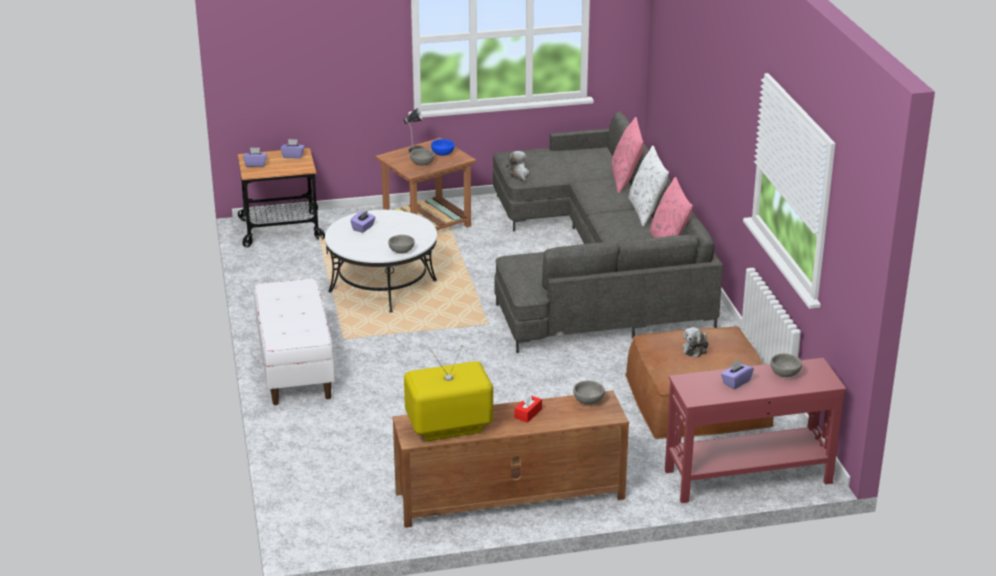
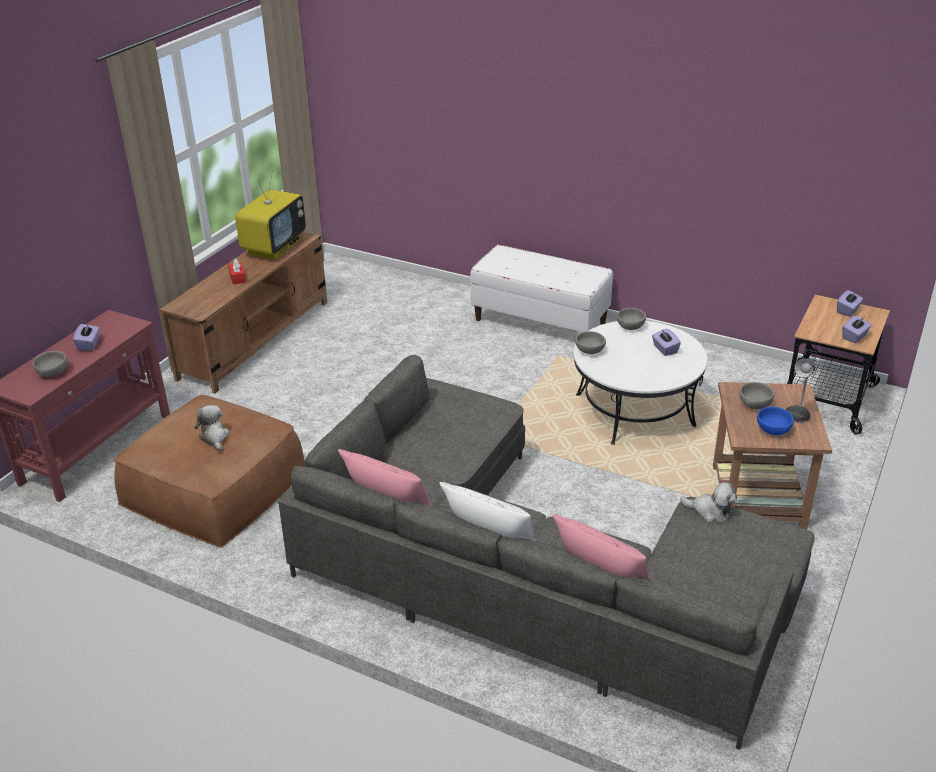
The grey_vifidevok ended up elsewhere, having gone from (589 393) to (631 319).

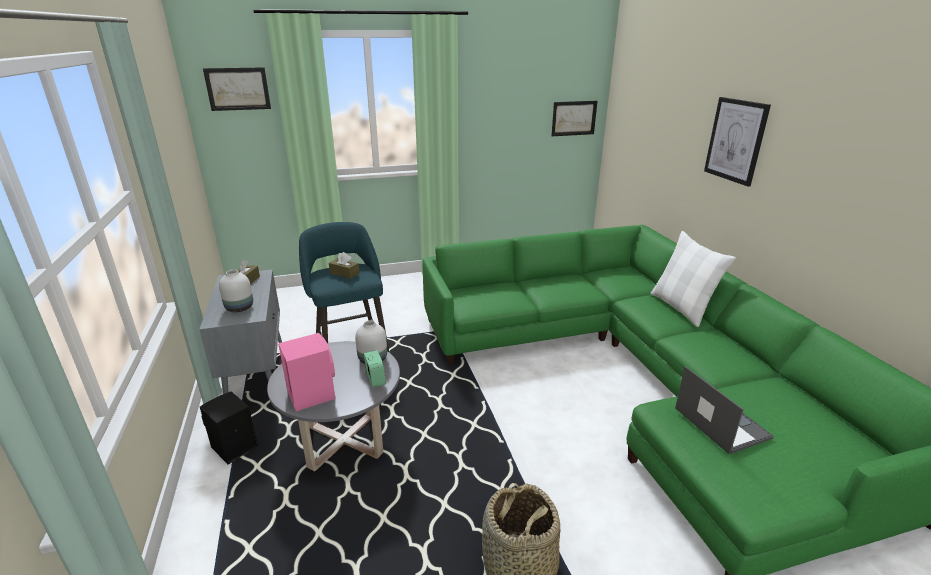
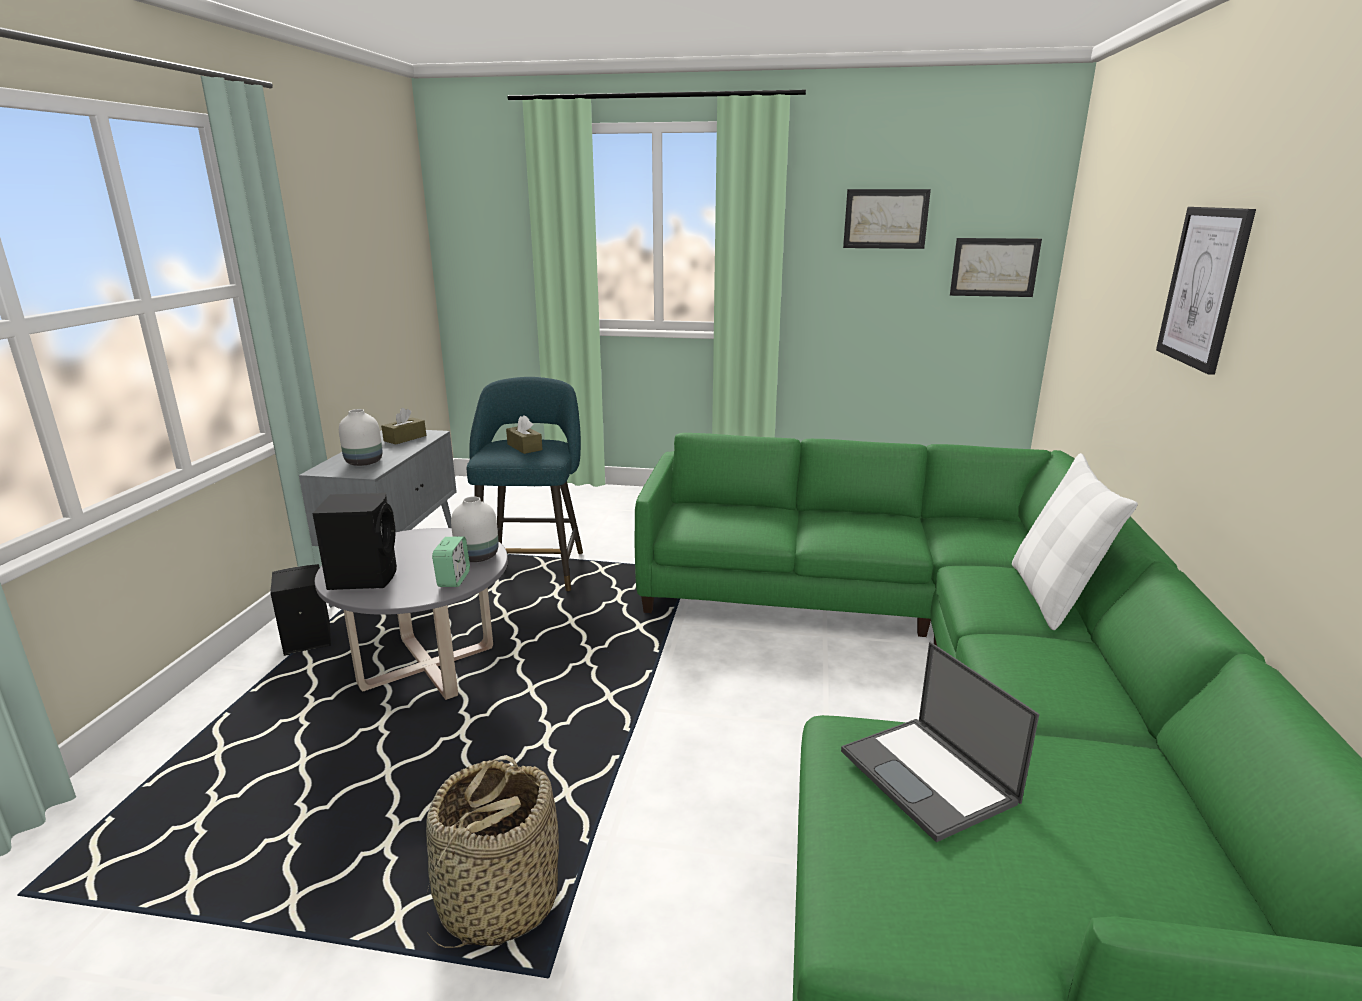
The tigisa ended up elsewhere, having gone from (237 89) to (887 219).
What was the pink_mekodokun at (306 372) turned into the black_mekodokun at (354 541).
The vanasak at (724 410) ended up facing another way, 150 degrees clockwise from before.

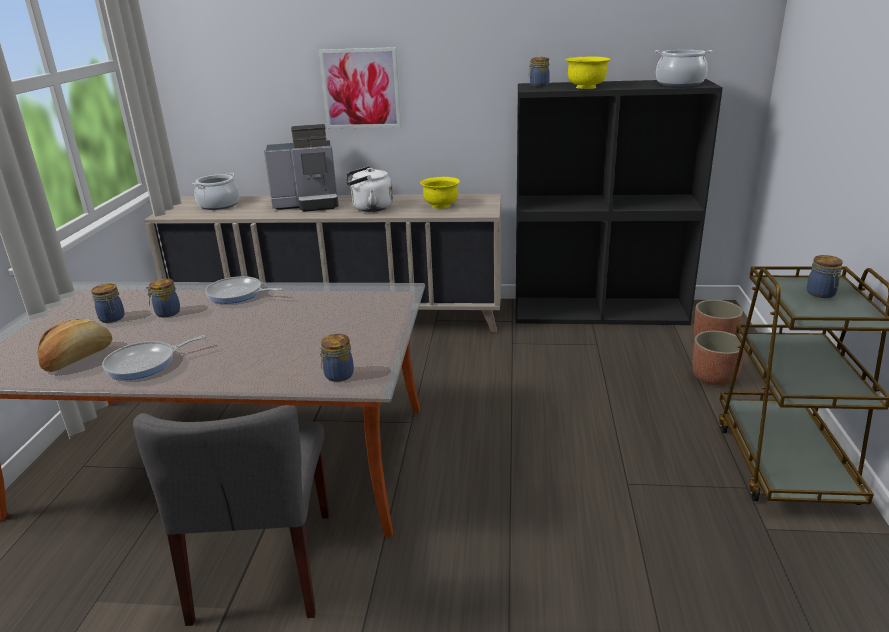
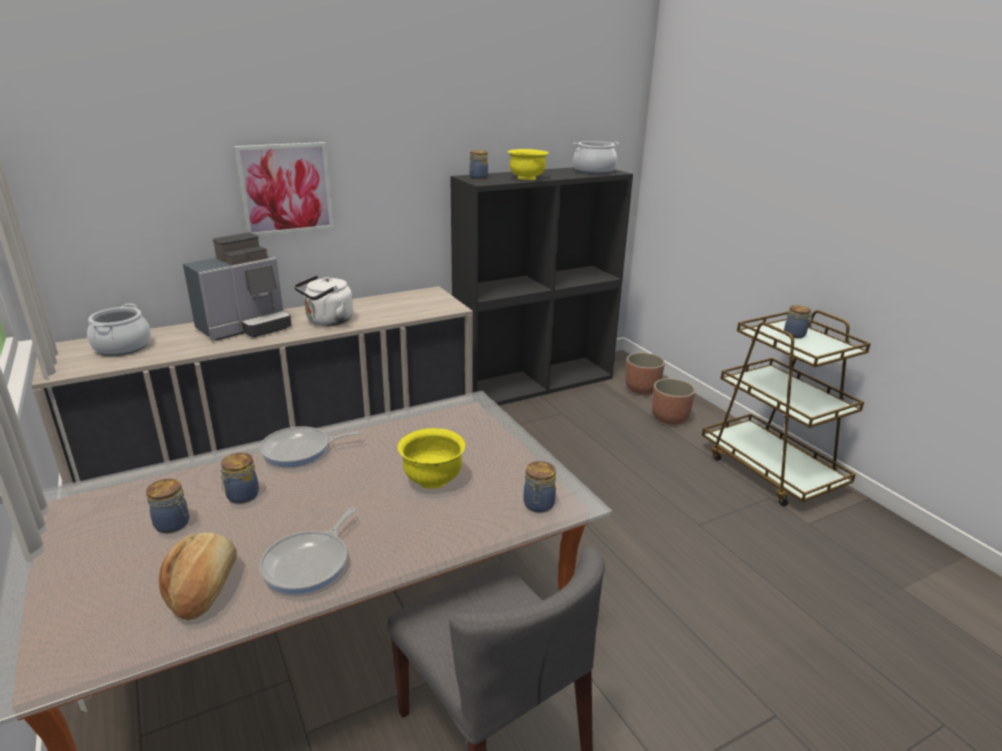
The yellow_vifidevok ended up elsewhere, having gone from (440 193) to (431 458).

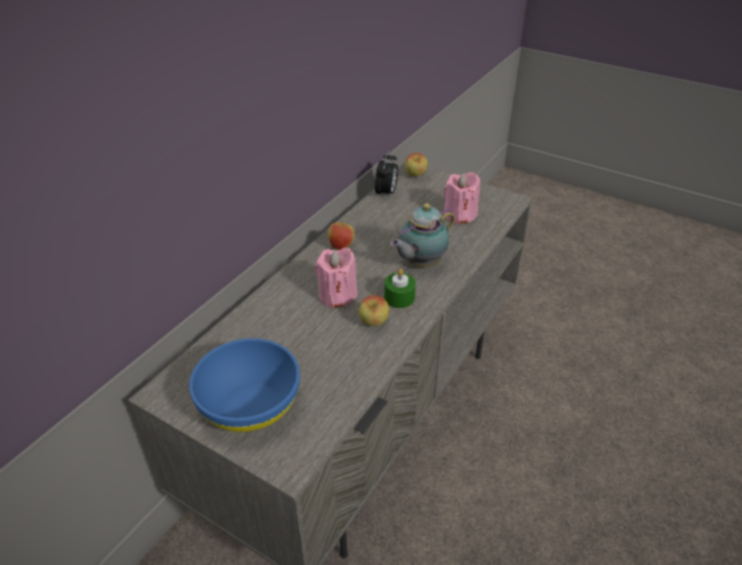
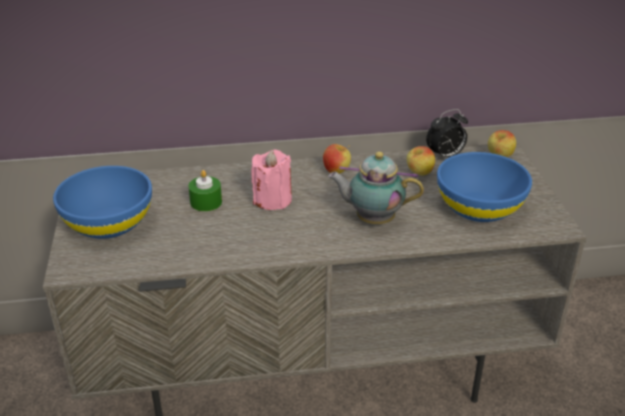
The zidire ended up elsewhere, having gone from (374 310) to (421 161).
The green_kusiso ended up elsewhere, having gone from (400 288) to (205 190).
Where the pink_kusiso stood at (461 198), the blue_vifidevok came to stand at (484 187).

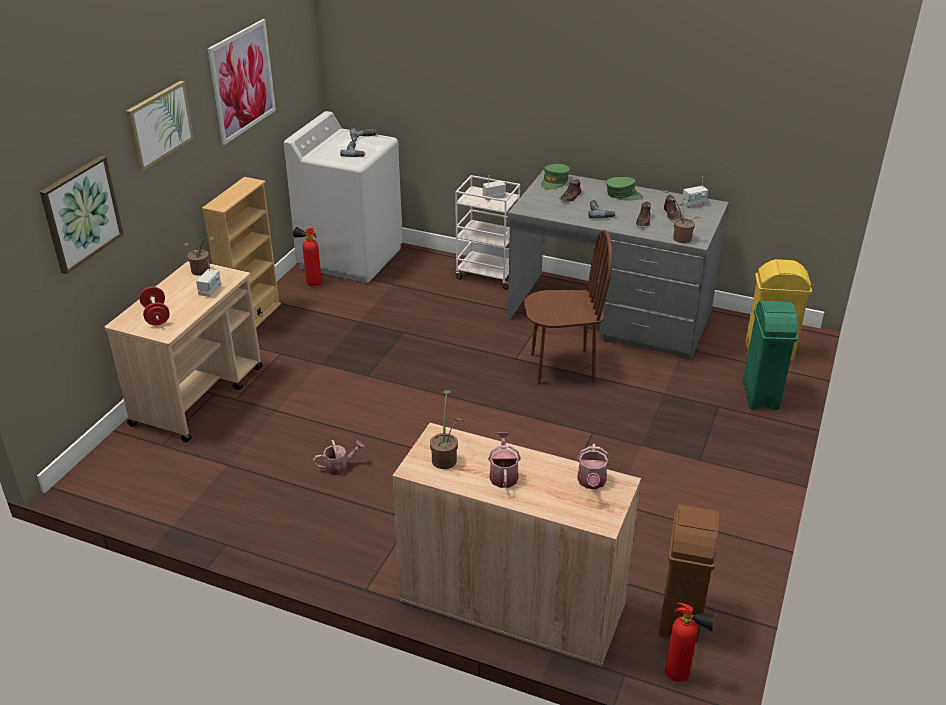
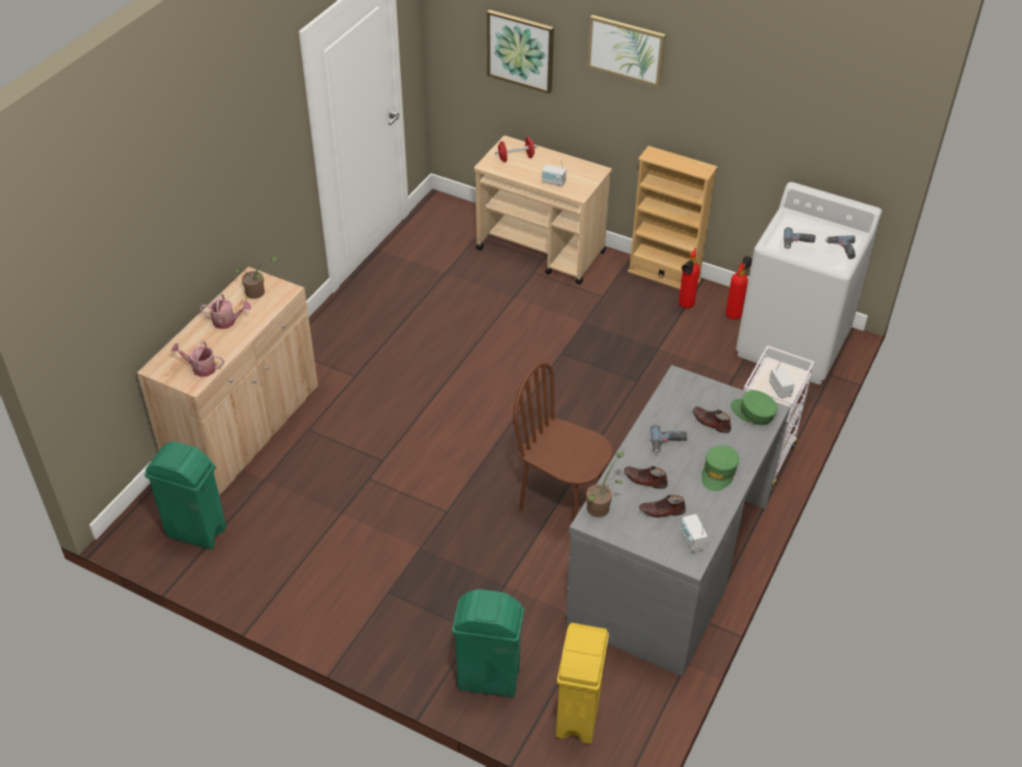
The second view lost the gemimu at (199 256).
The second view lost the tigisa at (242 82).
The second view lost the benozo at (339 457).
The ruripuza ended up elsewhere, having gone from (690 642) to (689 277).
What was the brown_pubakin at (689 574) turned into the green_pubakin at (185 496).
The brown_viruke at (568 307) ended up facing another way, 120 degrees clockwise from before.

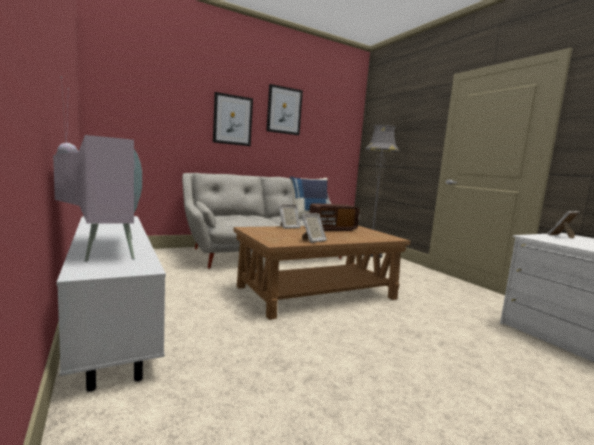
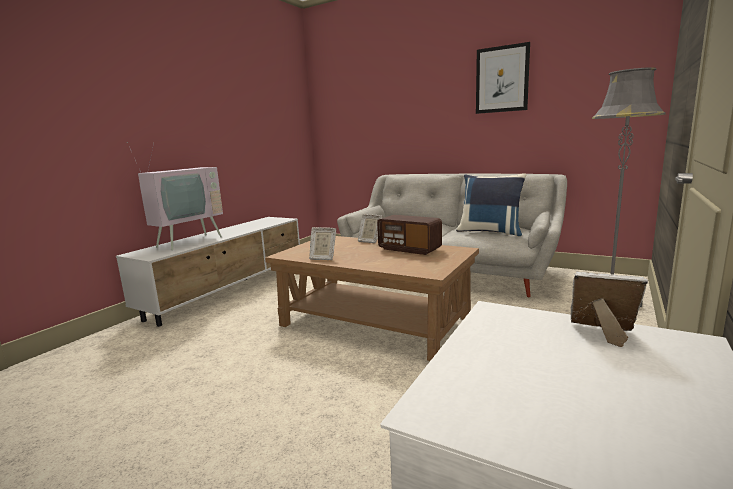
The second view lost the tigisa at (233 119).

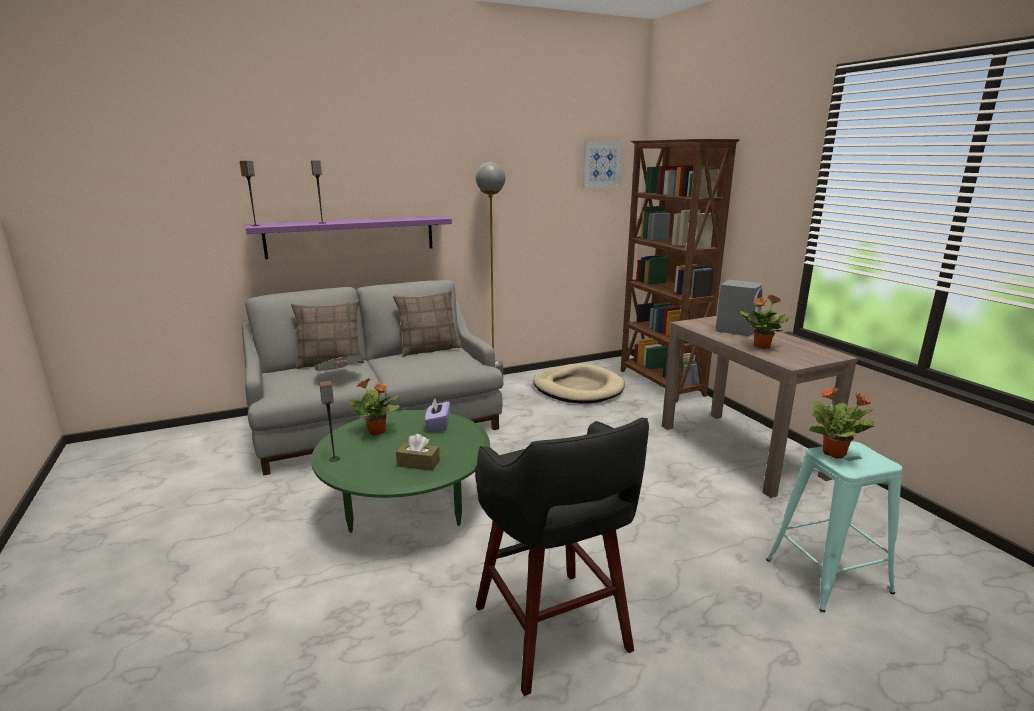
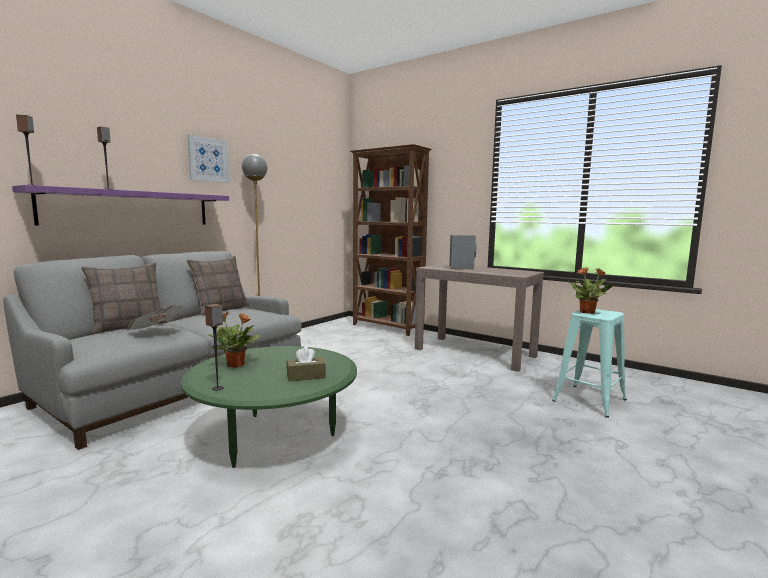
The second view lost the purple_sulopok at (437 415).
The second view lost the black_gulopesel at (562 557).
The second view lost the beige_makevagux at (579 383).
The second view lost the gemimu at (766 322).
The tigisa ended up elsewhere, having gone from (603 165) to (208 158).

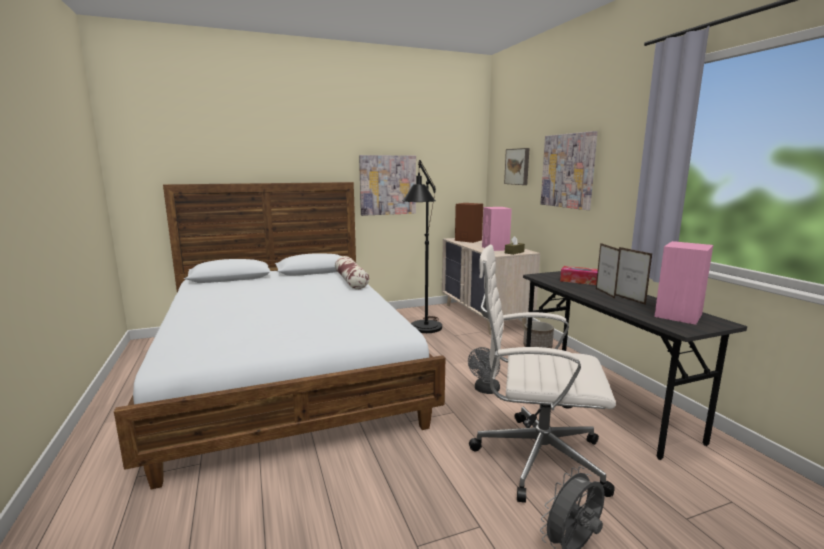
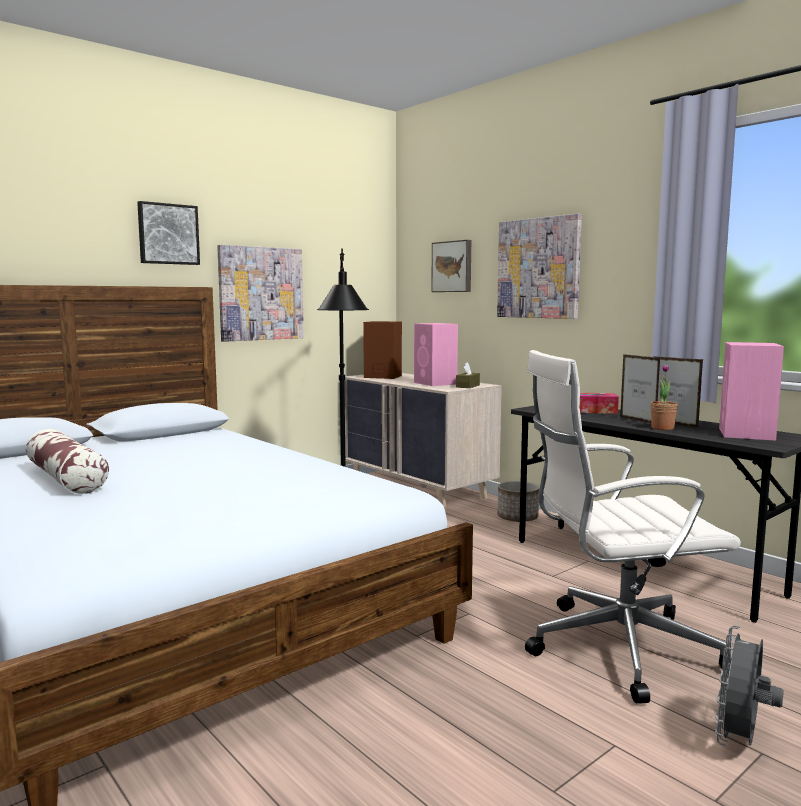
The second view lost the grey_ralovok at (484 370).
The second view gained the tigisa at (168 233).
The second view gained the gemimu at (664 397).
The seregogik ended up elsewhere, having gone from (352 273) to (67 461).

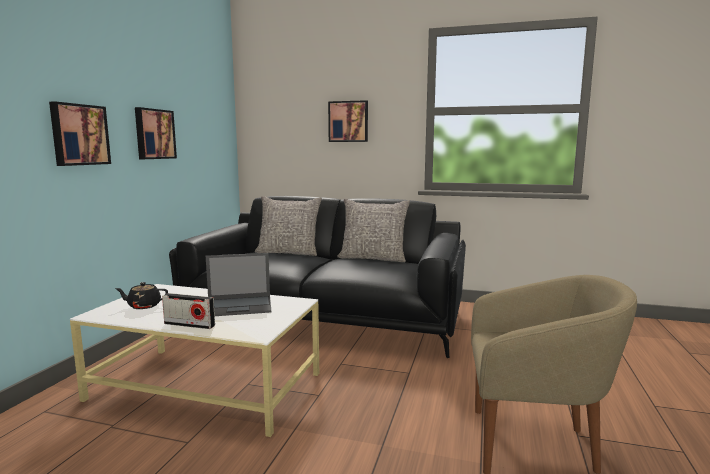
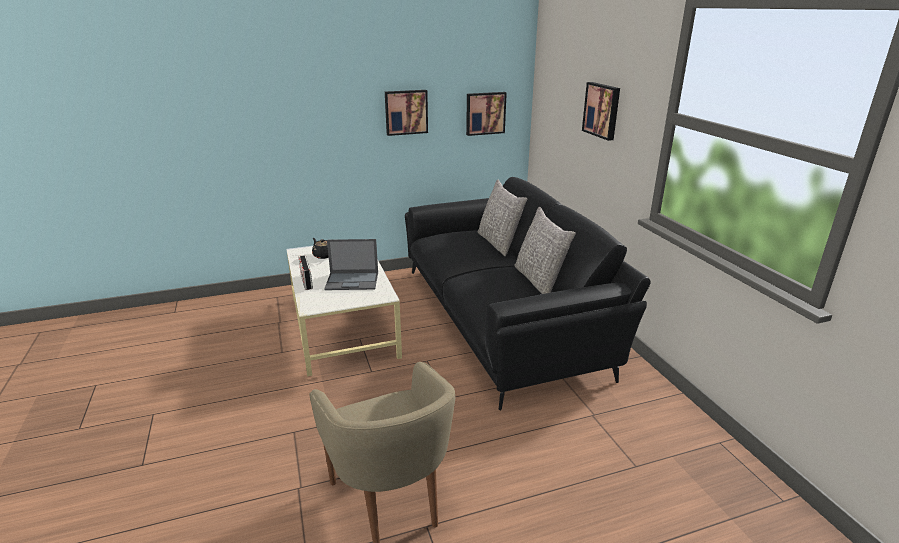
The tigisa ended up elsewhere, having gone from (80 133) to (486 114).
The vanasak at (238 284) ended up facing another way, 45 degrees counterclockwise from before.

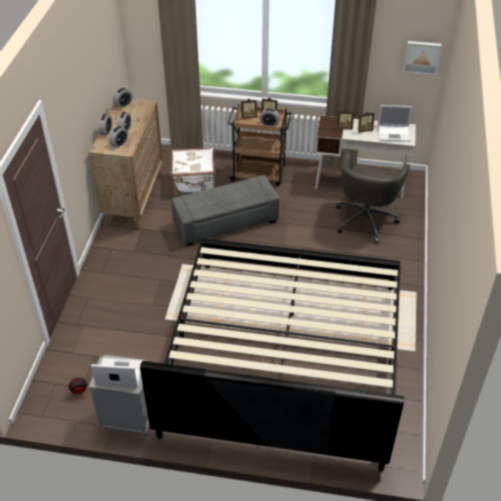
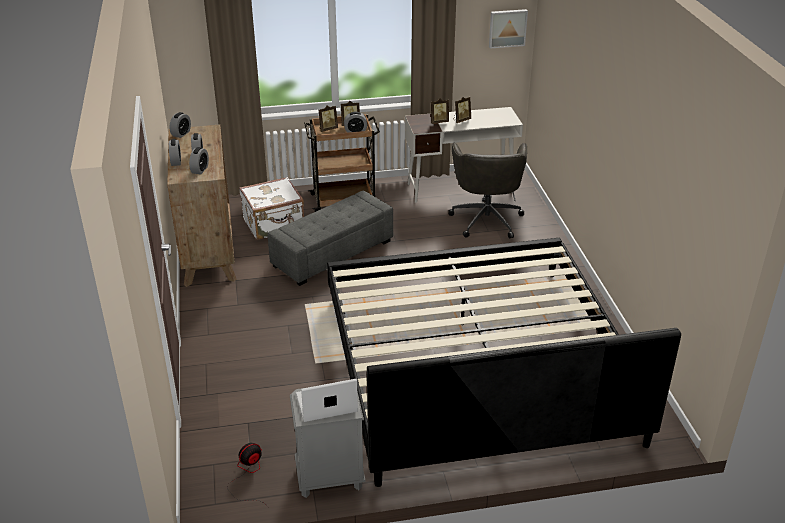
The second view lost the vanasak at (395 123).

